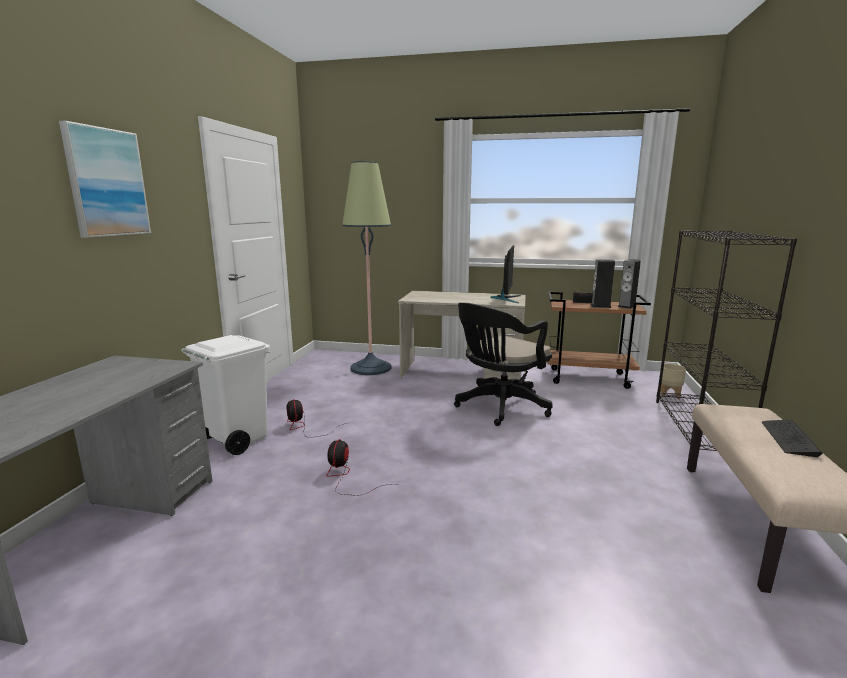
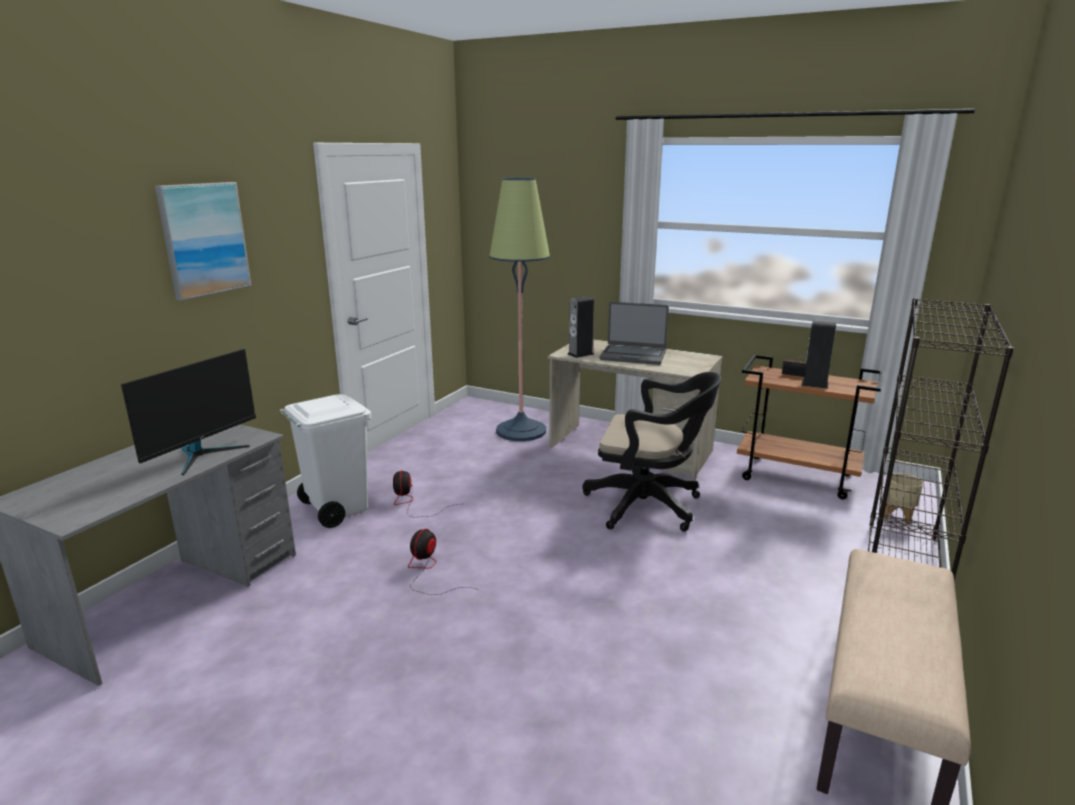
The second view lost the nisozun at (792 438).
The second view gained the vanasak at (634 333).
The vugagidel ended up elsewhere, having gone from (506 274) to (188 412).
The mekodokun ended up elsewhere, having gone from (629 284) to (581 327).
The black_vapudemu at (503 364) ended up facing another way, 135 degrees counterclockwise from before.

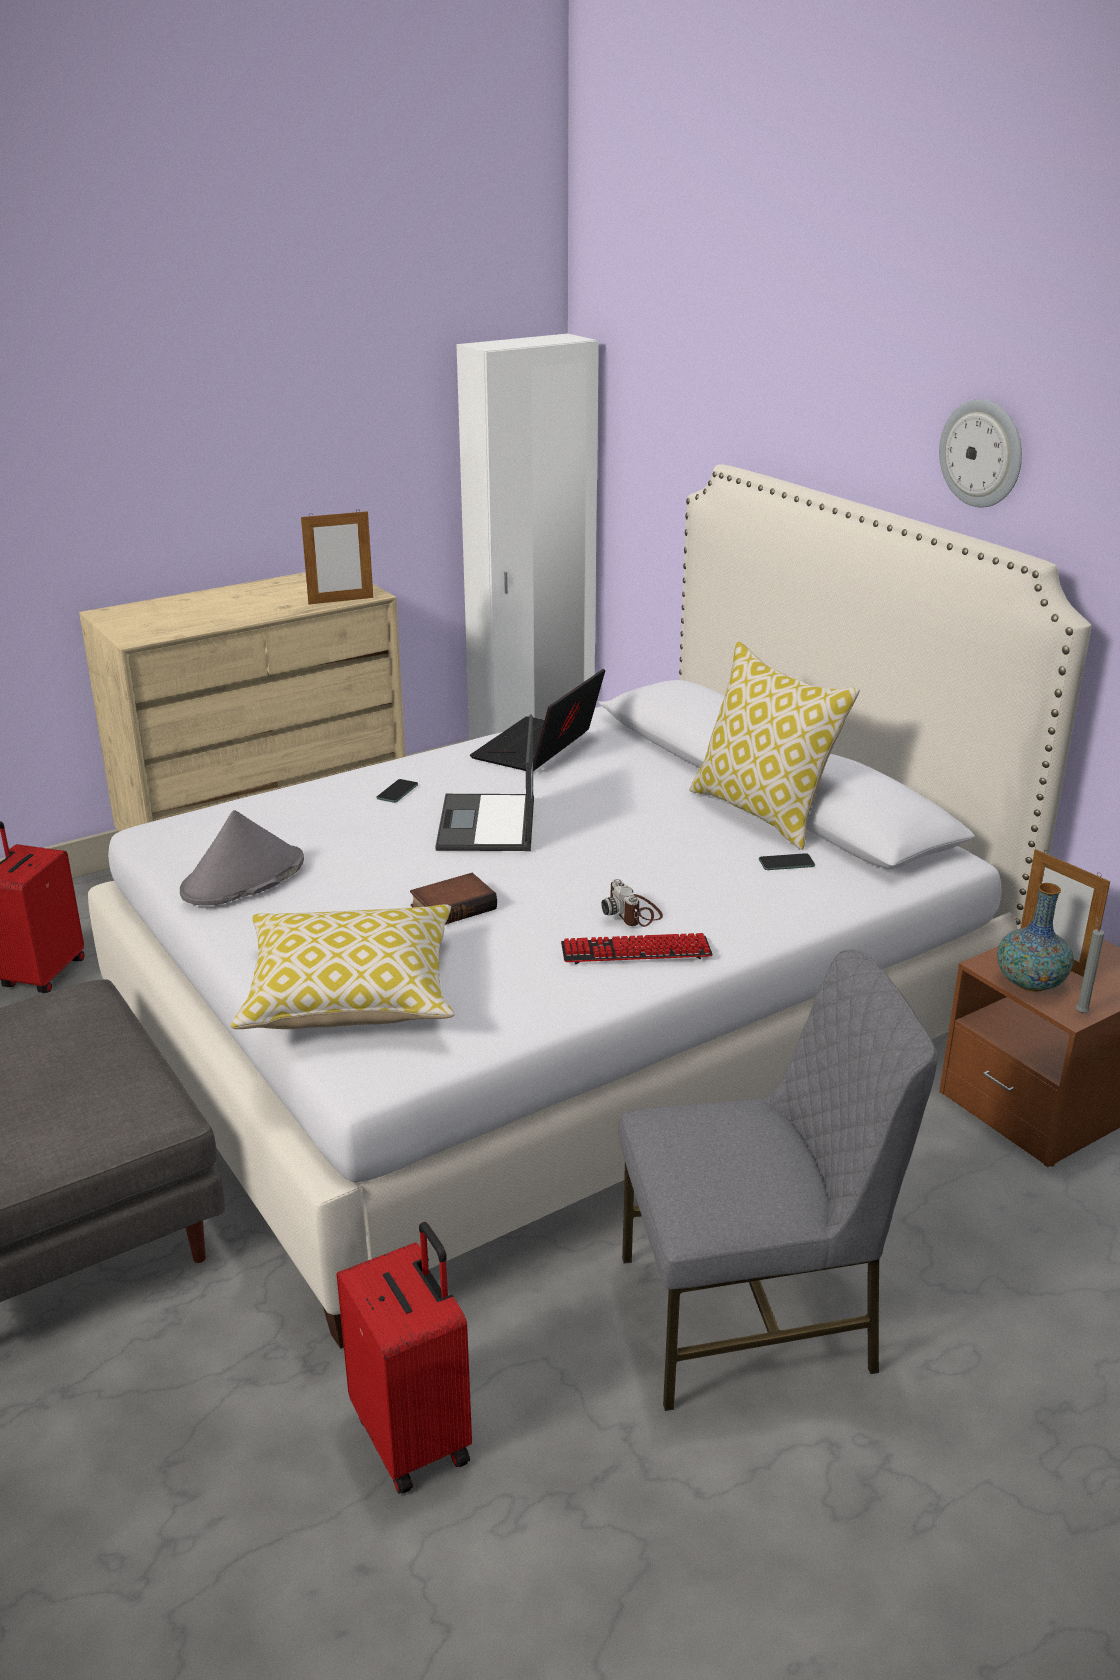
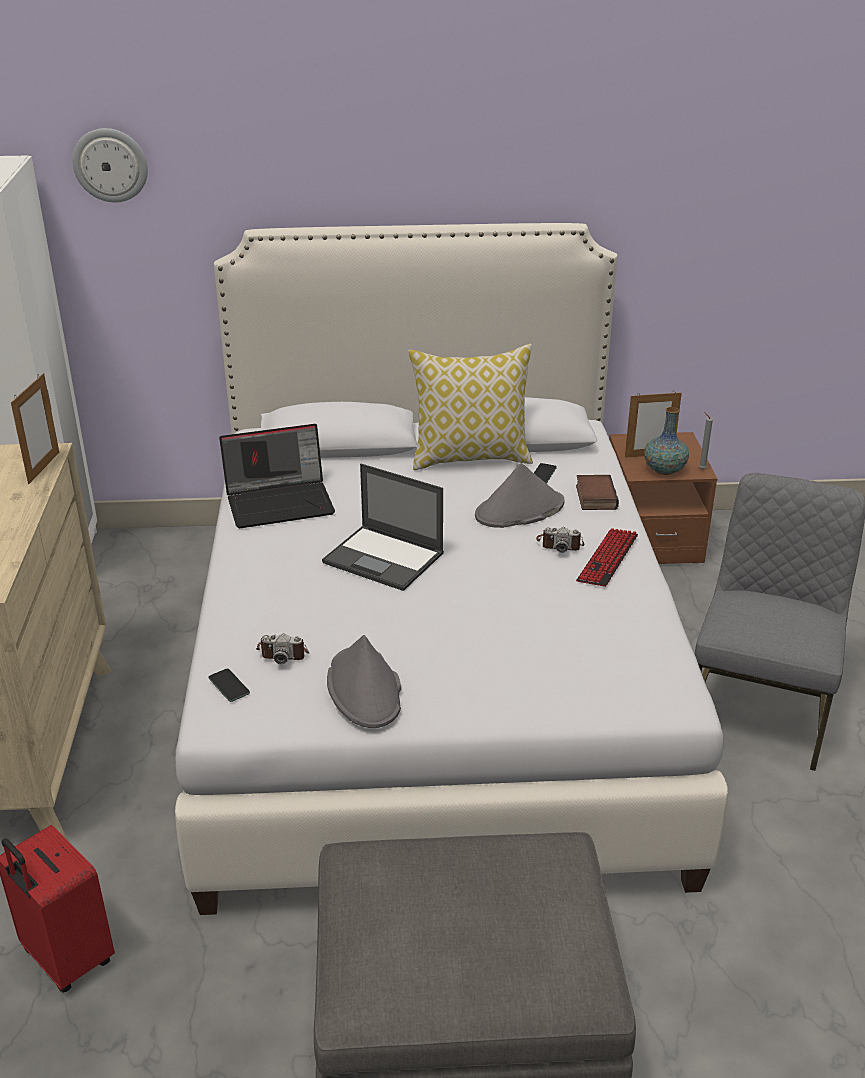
The second view lost the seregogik at (342 966).
The second view lost the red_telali at (404 1358).
The second view gained the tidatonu at (282 649).
The second view gained the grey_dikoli at (520 495).
The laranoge ended up elsewhere, having gone from (397 791) to (229 685).
The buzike ended up elsewhere, having gone from (453 898) to (597 492).
The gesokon ended up elsewhere, having gone from (980 453) to (110 165).
The vanasak at (537 720) ended up facing another way, 75 degrees counterclockwise from before.

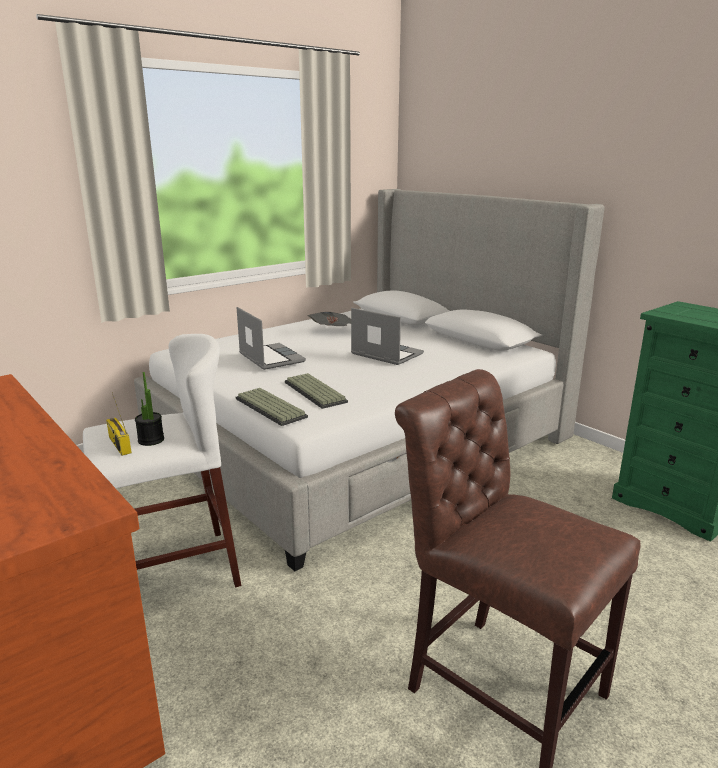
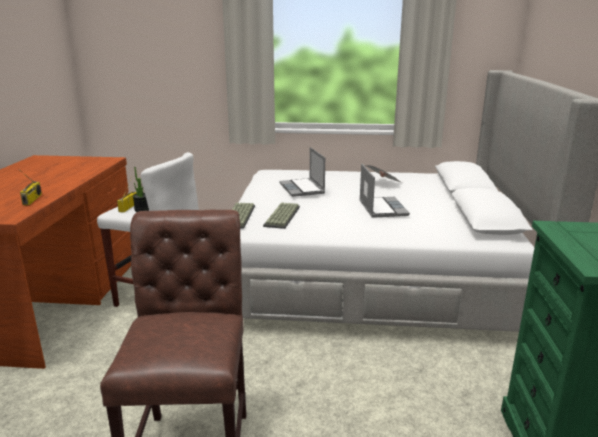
The second view gained the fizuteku at (31 188).
The vanasak at (271 338) ended up facing another way, 150 degrees clockwise from before.

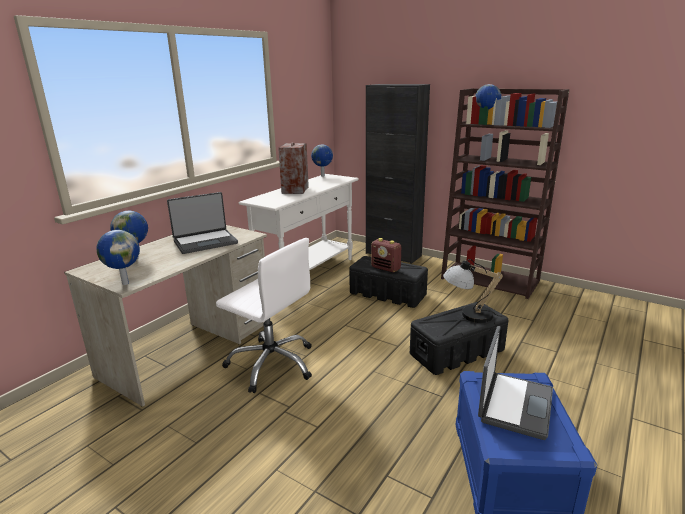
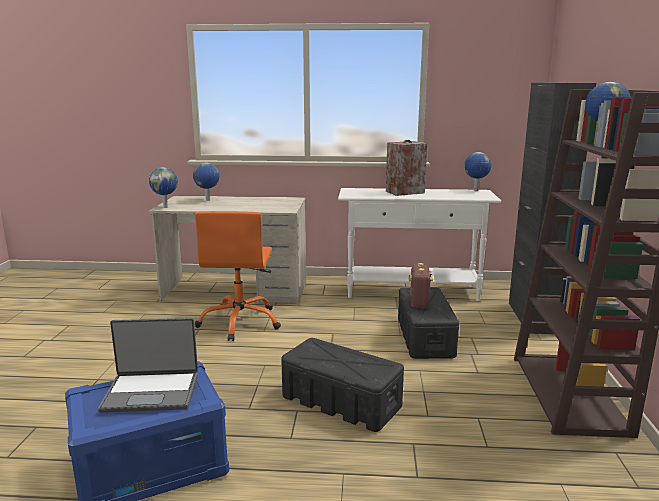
The second view lost the vanasak at (202 223).
The second view lost the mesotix at (474 291).
What was the white_vapudemu at (264 315) turned into the orange_vapudemu at (238 276).

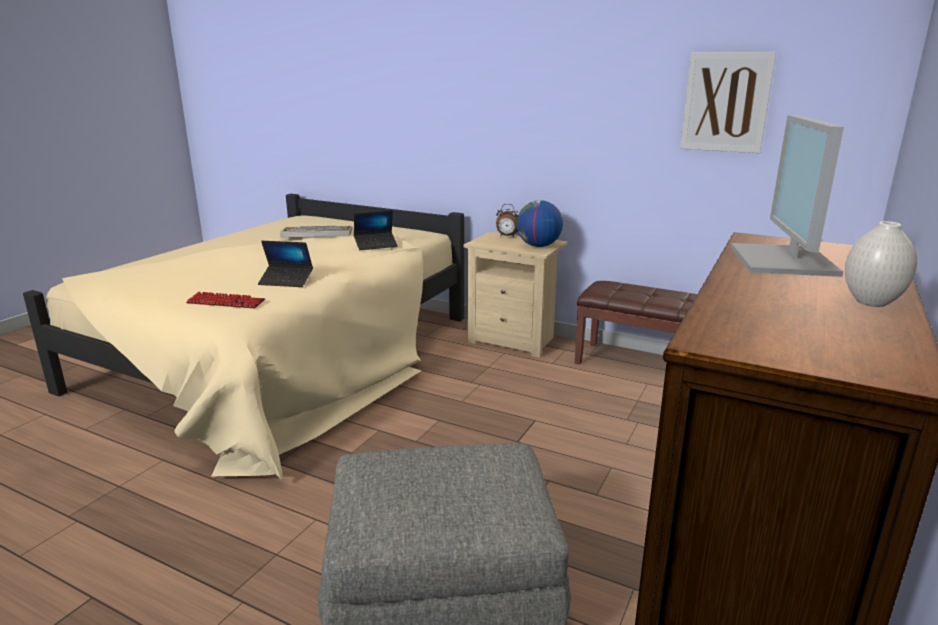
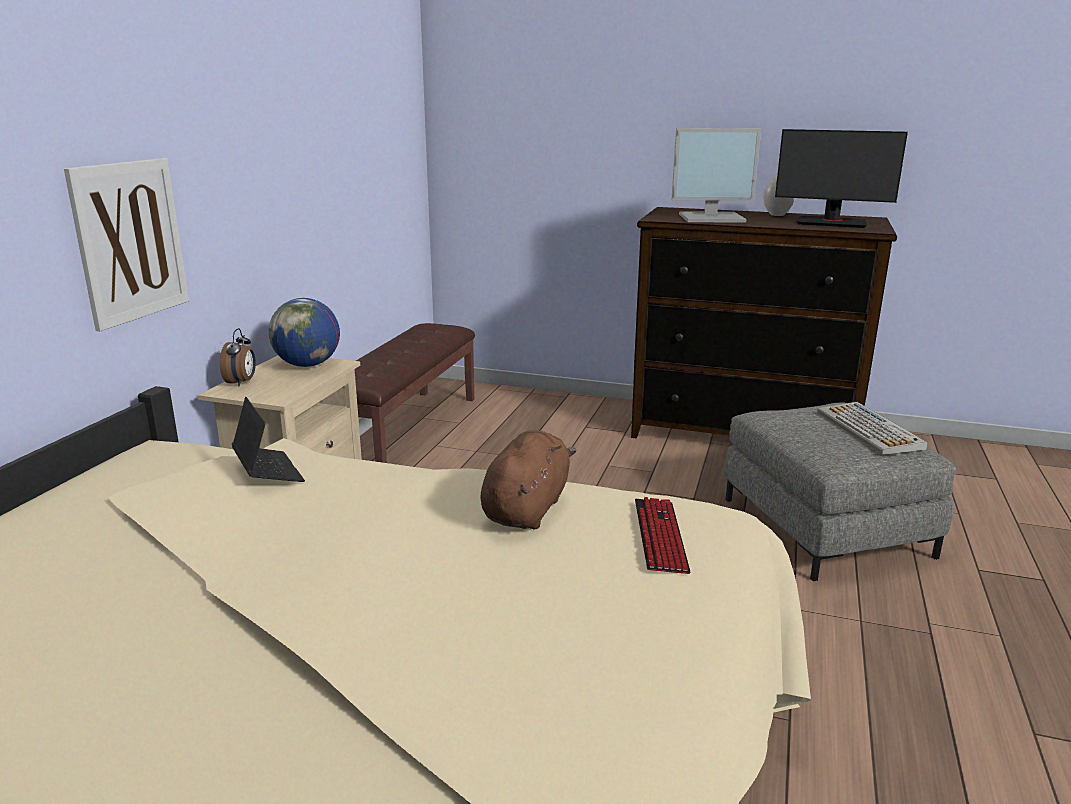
The second view gained the vugagidel at (841 178).
The nisozun ended up elsewhere, having gone from (316 231) to (872 428).
The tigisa ended up elsewhere, having gone from (728 102) to (126 244).
Where the vanasak stood at (285 264), the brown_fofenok came to stand at (528 480).

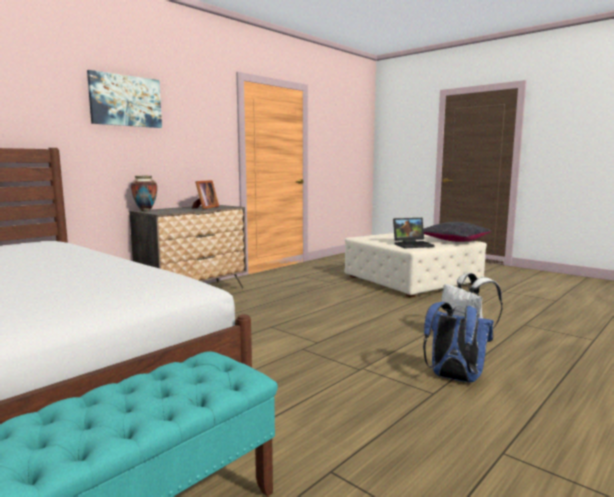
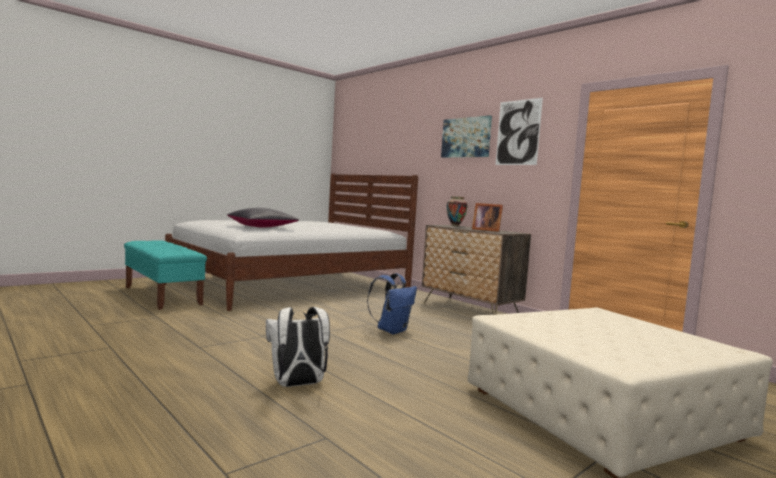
The second view lost the vanasak at (413 233).
The second view gained the tigisa at (519 131).
The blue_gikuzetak ended up elsewhere, having gone from (458 342) to (392 303).
The black_seregogik ended up elsewhere, having gone from (457 232) to (263 218).

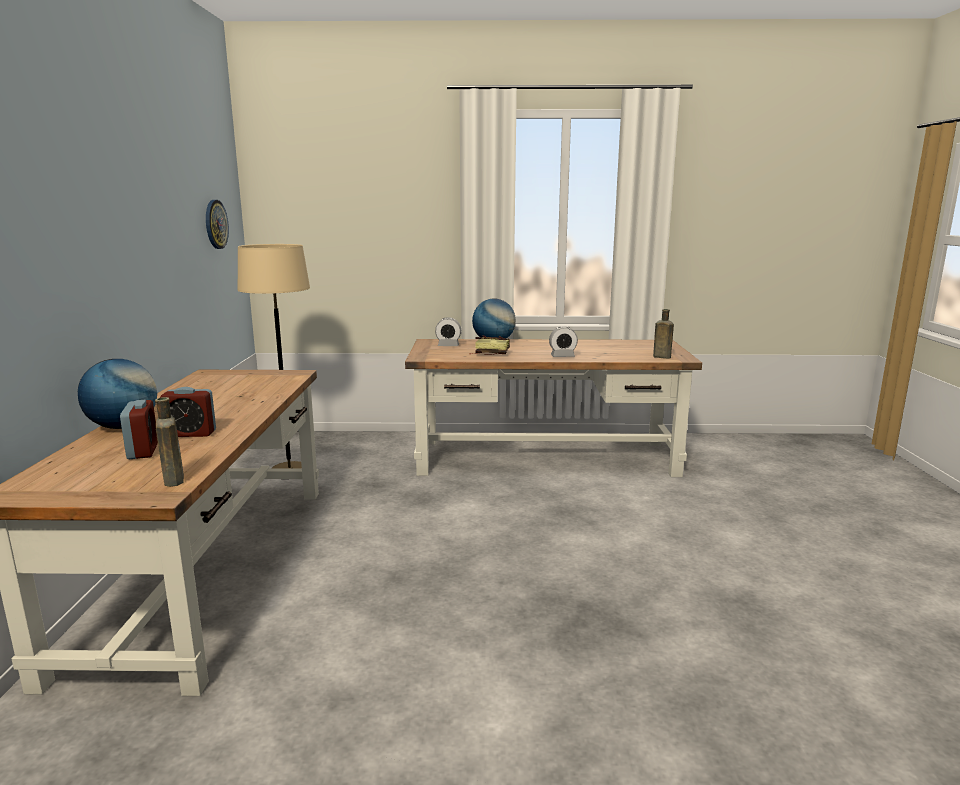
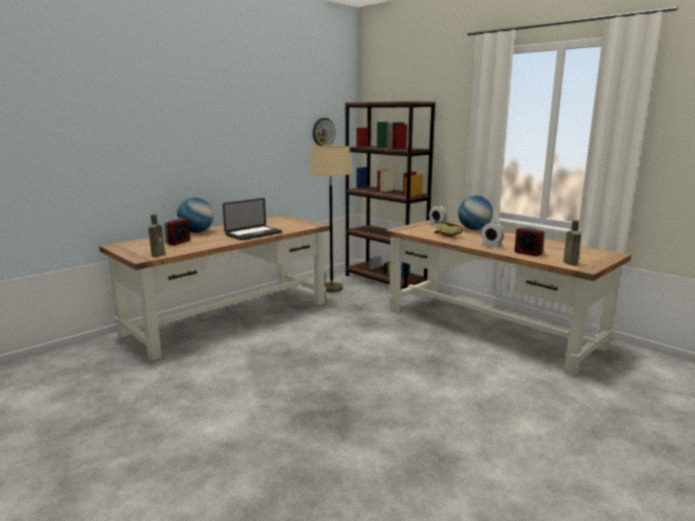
The second view gained the vanasak at (252 219).
The second view gained the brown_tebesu at (390 195).
The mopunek ended up elsewhere, having gone from (188 412) to (529 241).

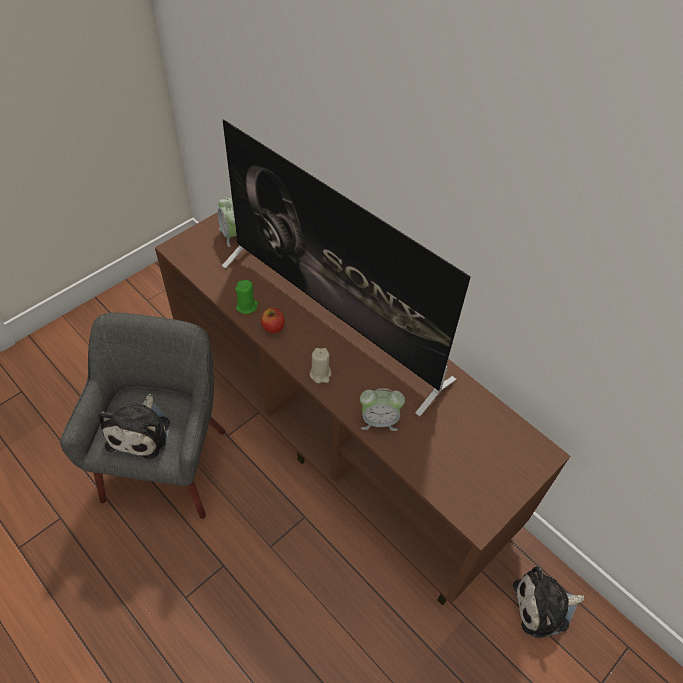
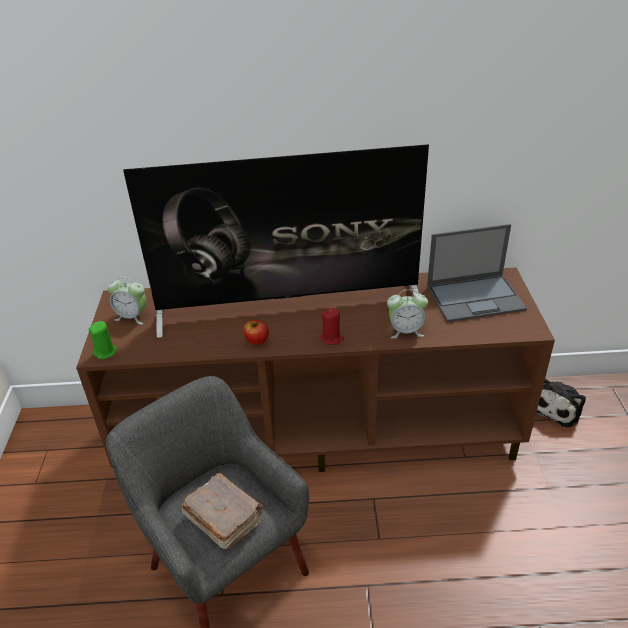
The second view gained the vanasak at (477 273).
The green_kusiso ended up elsewhere, having gone from (246 297) to (103 340).
Where the fofenok stood at (134 426), the brown_buzike came to stand at (222 511).
What was the beige_kusiso at (321 365) turned into the red_kusiso at (332 326).
The mopunek at (382 409) ended up facing another way, 45 degrees clockwise from before.

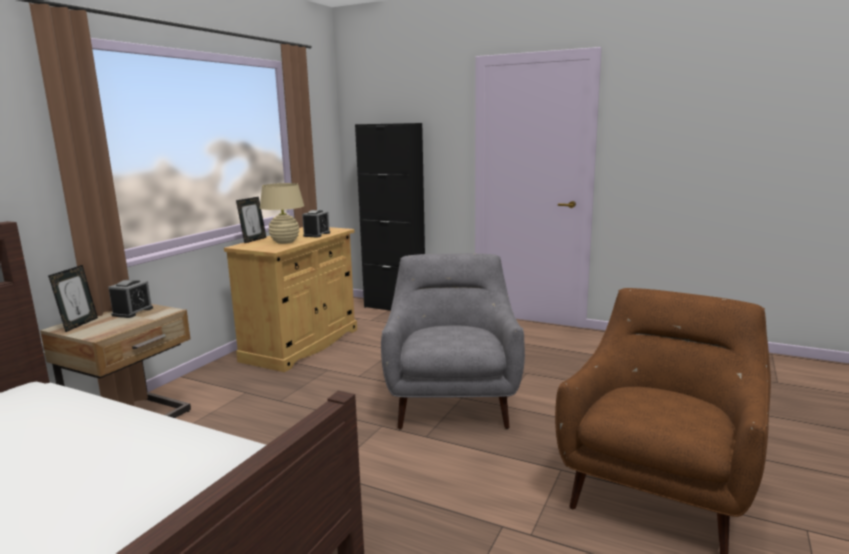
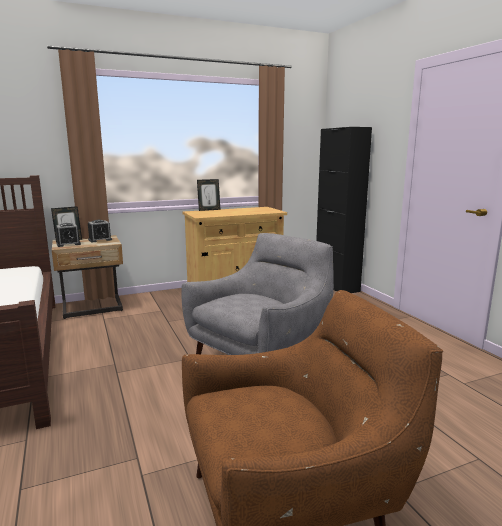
The second view lost the beige_mesotix at (282 213).
The mopunek ended up elsewhere, having gone from (316 223) to (68 235).

